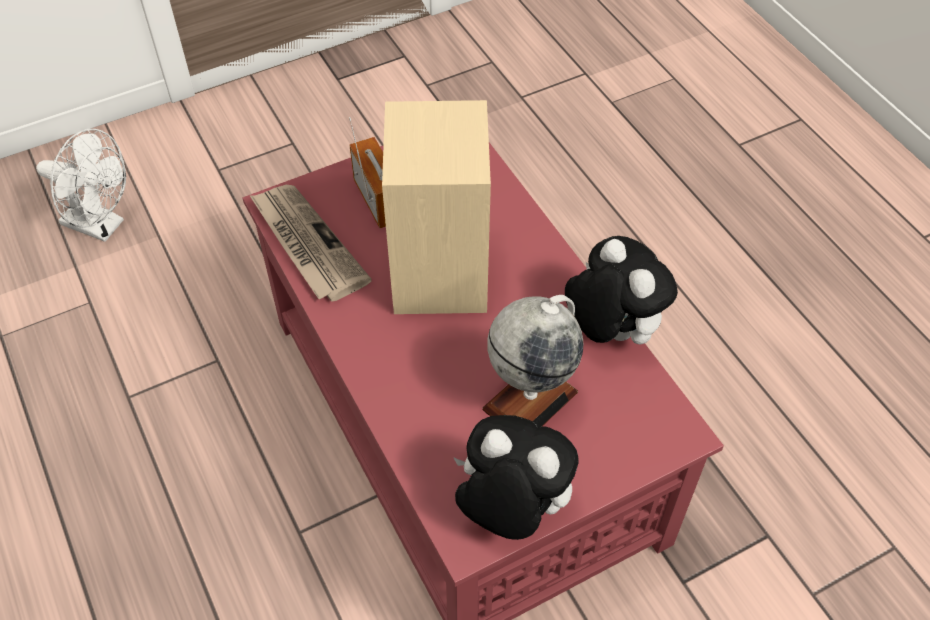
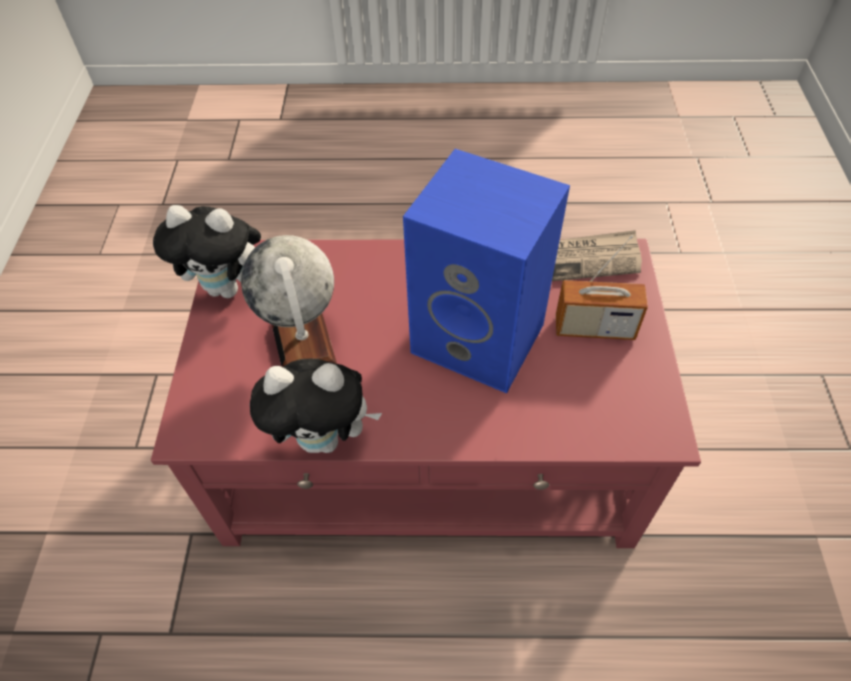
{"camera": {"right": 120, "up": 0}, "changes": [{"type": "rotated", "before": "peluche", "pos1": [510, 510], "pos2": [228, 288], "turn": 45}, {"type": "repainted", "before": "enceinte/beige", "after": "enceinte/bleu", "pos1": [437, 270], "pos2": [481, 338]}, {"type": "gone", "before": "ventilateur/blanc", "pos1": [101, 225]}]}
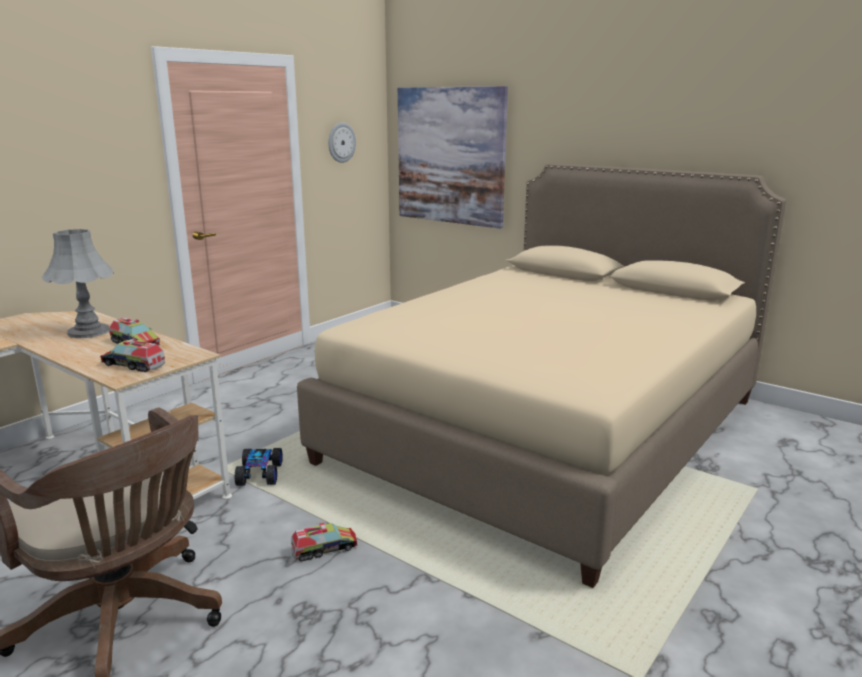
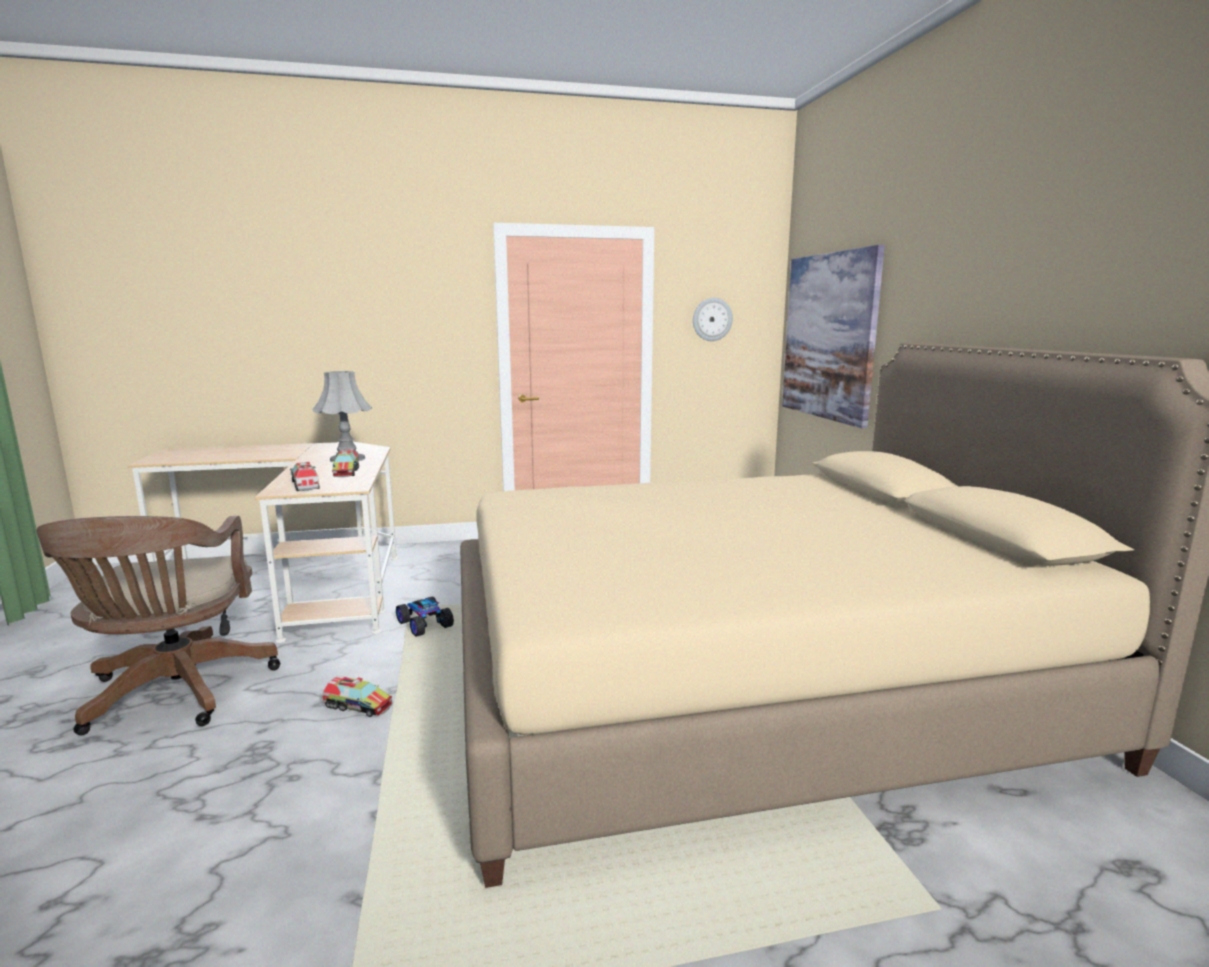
{"camera": {"right": 40, "up": -5}, "changes": [{"type": "rotated", "before": "petite voiture", "pos1": [261, 474], "pos2": [425, 624], "turn": -75}]}
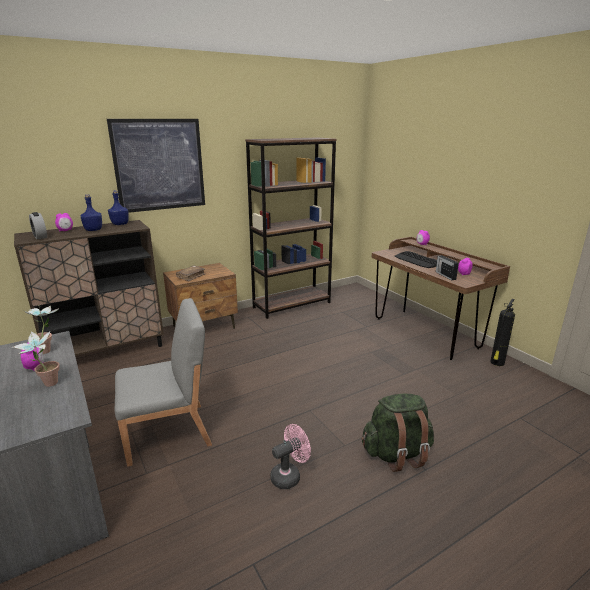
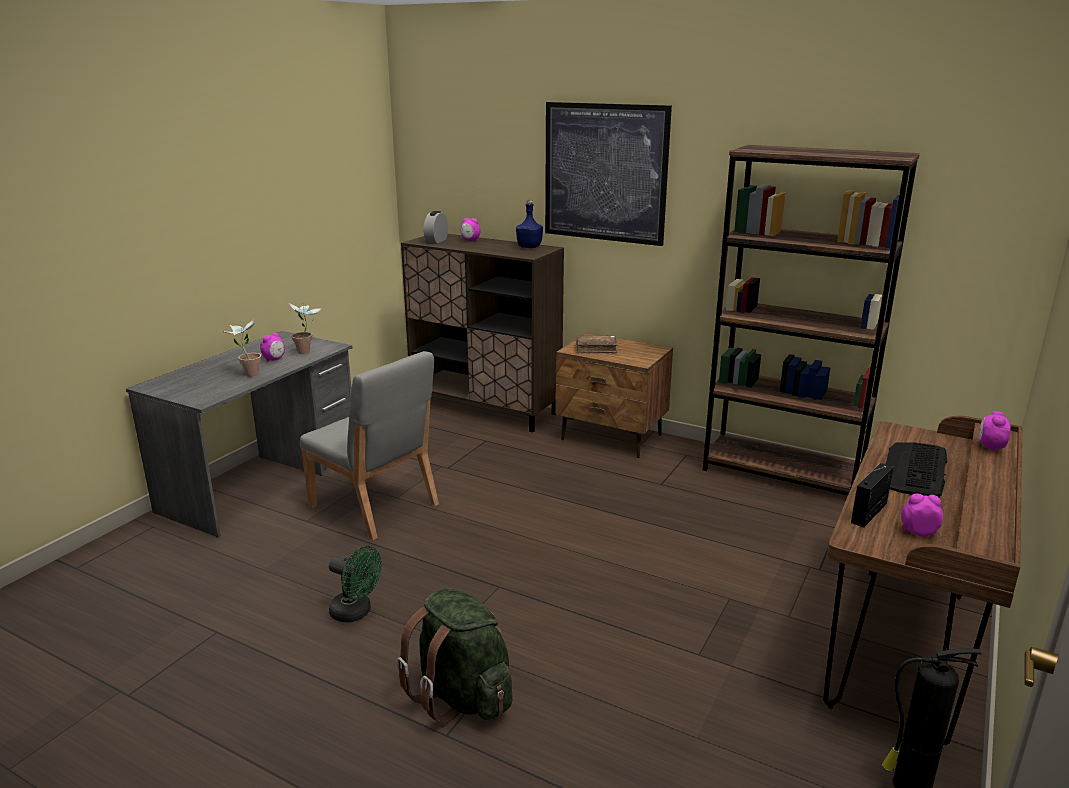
{"camera": {"right": 60, "up": 0}, "changes": [{"type": "repainted", "before": "ventilateur/rose", "after": "ventilateur/vert", "pos1": [289, 475], "pos2": [356, 612]}, {"type": "gone", "before": "bouteille/bleu", "pos1": [94, 230]}]}
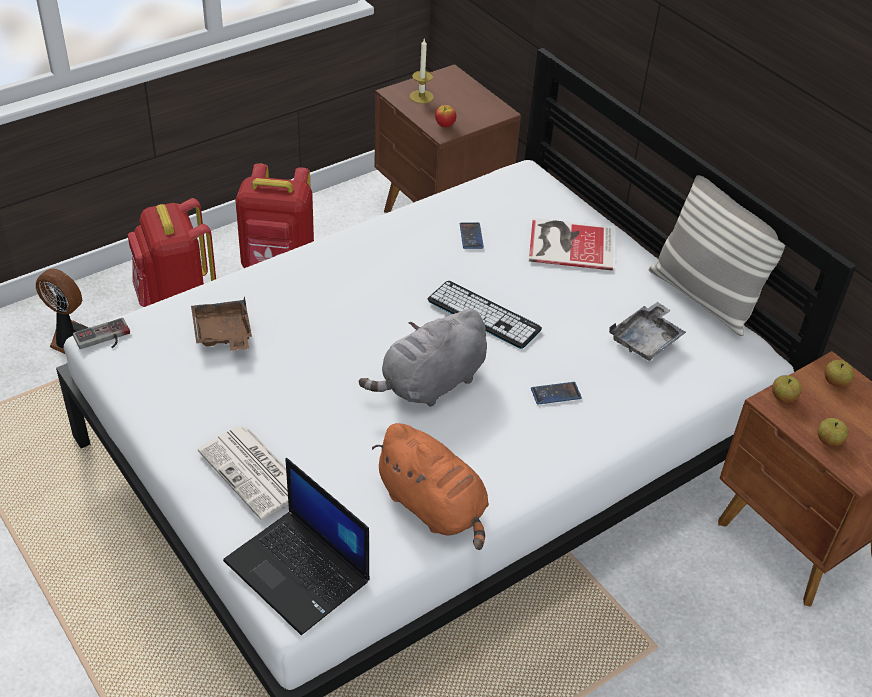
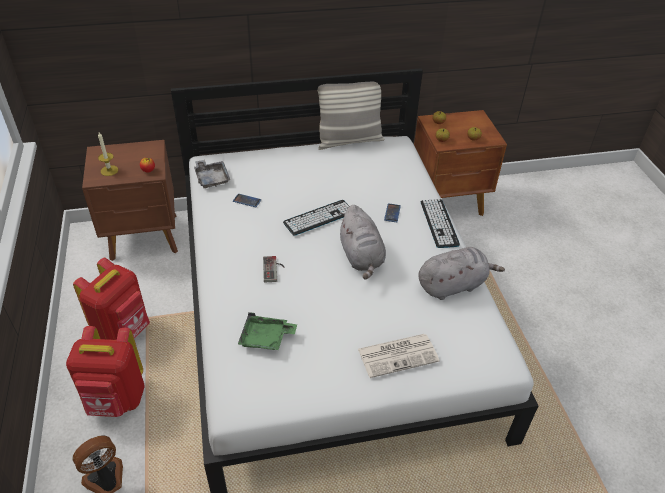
{"camera": {"right": -65, "up": 0}, "changes": [{"type": "shifted", "before": "plateau/gris", "pos1": [646, 340], "pos2": [212, 178]}, {"type": "repainted", "before": "plateau/marron", "after": "plateau/vert", "pos1": [223, 334], "pos2": [266, 338]}, {"type": "shifted", "before": "manette", "pos1": [104, 339], "pos2": [274, 269]}, {"type": "repainted", "before": "peluche/orange", "after": "peluche/gris", "pos1": [434, 507], "pos2": [453, 285]}, {"type": "new", "after": "clavier", "pos2": [439, 223]}, {"type": "gone", "before": "ordinateur portable", "pos1": [299, 572]}, {"type": "gone", "before": "livre", "pos1": [569, 243]}]}
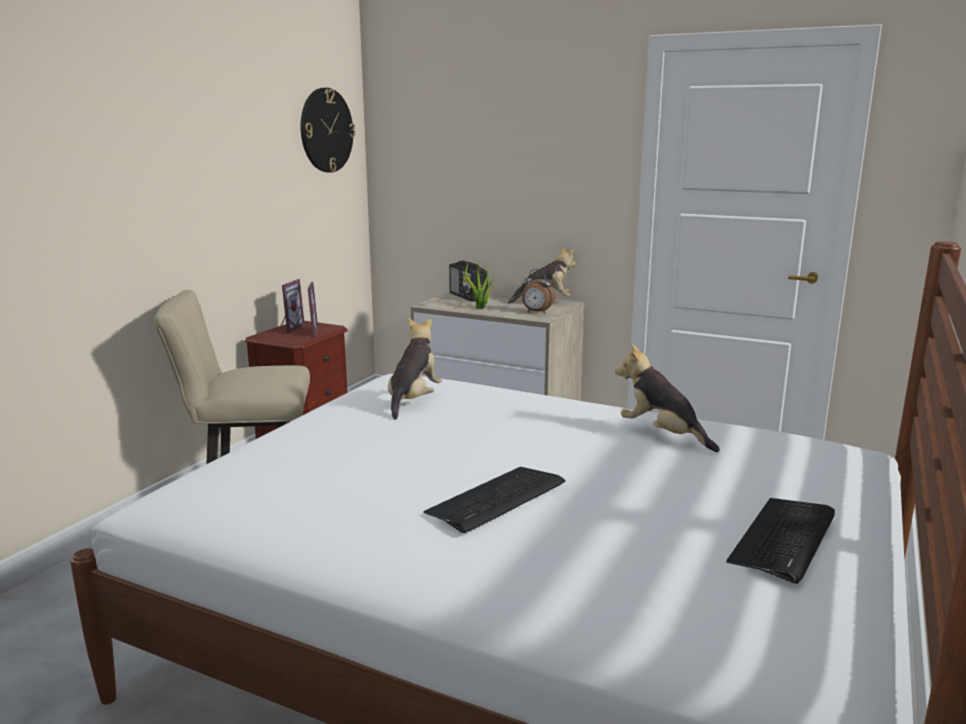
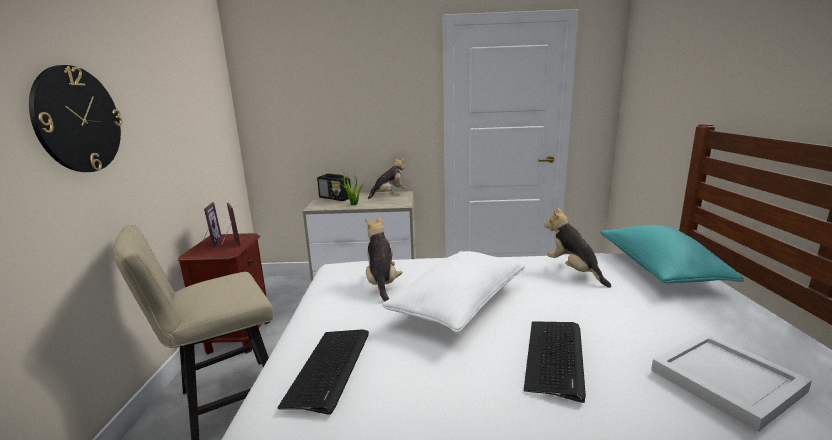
{"camera": {"right": -25, "up": 0}, "changes": [{"type": "shifted", "before": "horloge murale", "pos1": [326, 130], "pos2": [78, 120]}, {"type": "shifted", "before": "clavier", "pos1": [784, 539], "pos2": [330, 368]}, {"type": "new", "after": "coussin/blanc", "pos2": [459, 304]}, {"type": "rotated", "before": "peluche", "pos1": [662, 435], "pos2": [574, 271], "turn": 45}, {"type": "new", "after": "coussin/turquoise", "pos2": [658, 270]}, {"type": "new", "after": "plateau/blanc", "pos2": [725, 379]}, {"type": "gone", "before": "réveil", "pos1": [536, 312]}]}
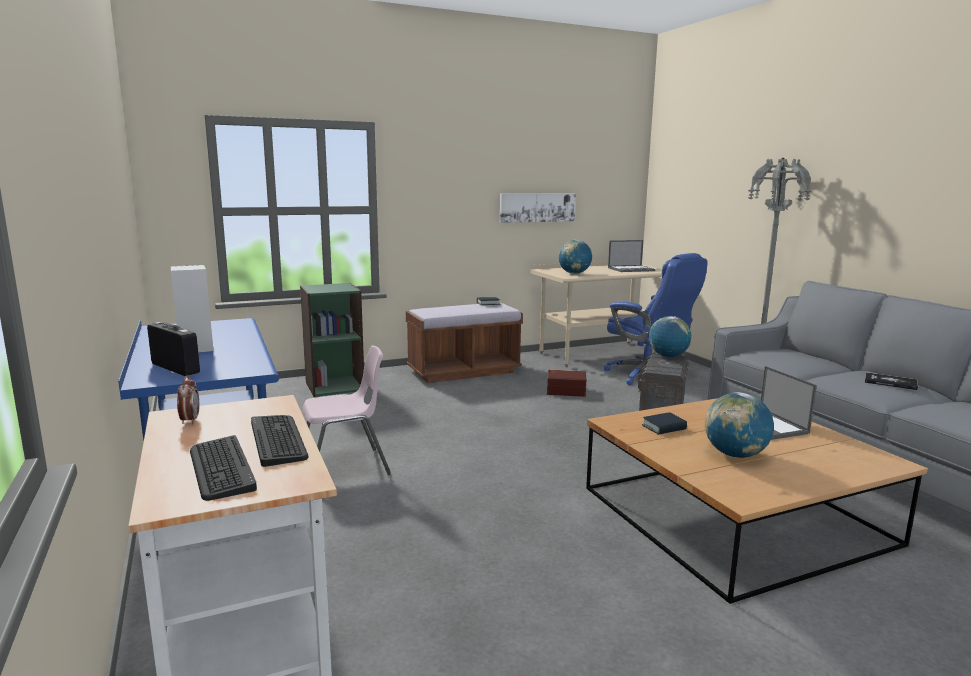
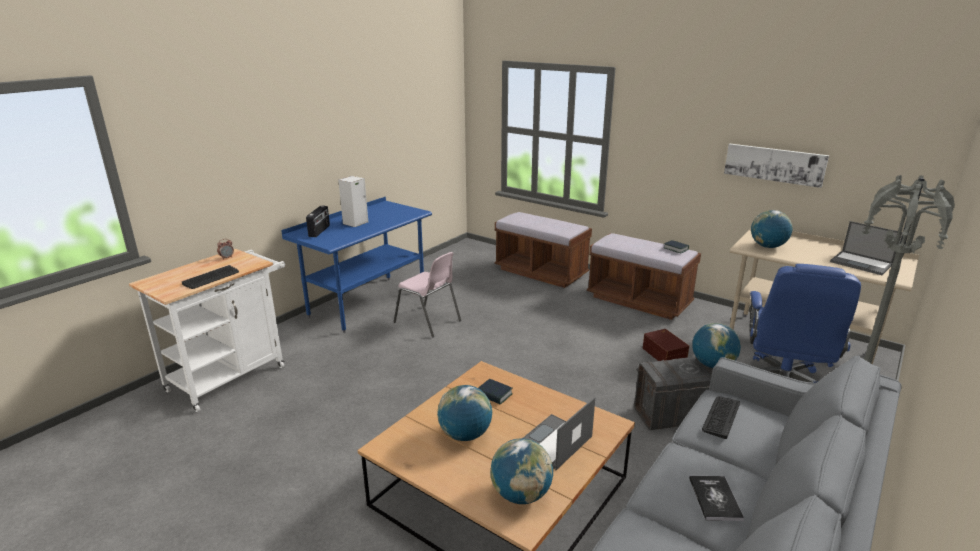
{"camera": {"right": 60, "up": 10}, "changes": [{"type": "new", "after": "globe", "pos2": [521, 495]}, {"type": "swapped", "before": "bibliothèque/vert", "after": "banc/marron", "pos1": [334, 386], "pos2": [540, 272]}, {"type": "shifted", "before": "clavier", "pos1": [221, 468], "pos2": [721, 417]}]}
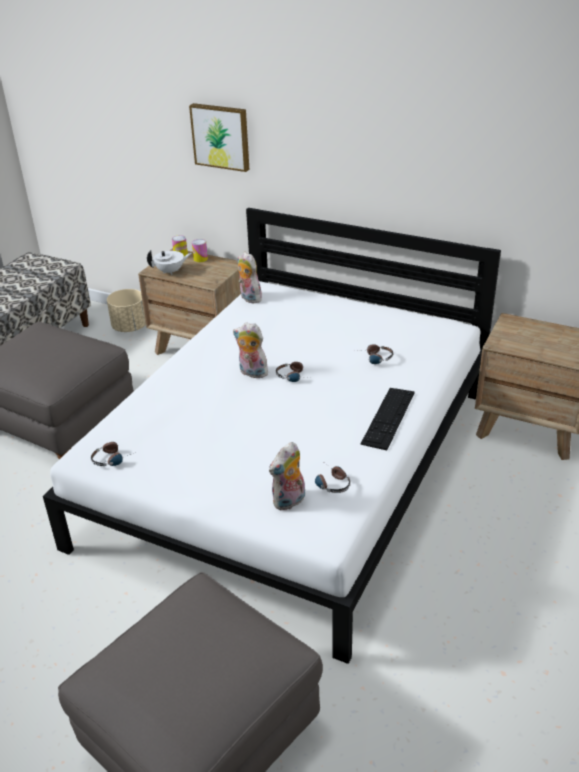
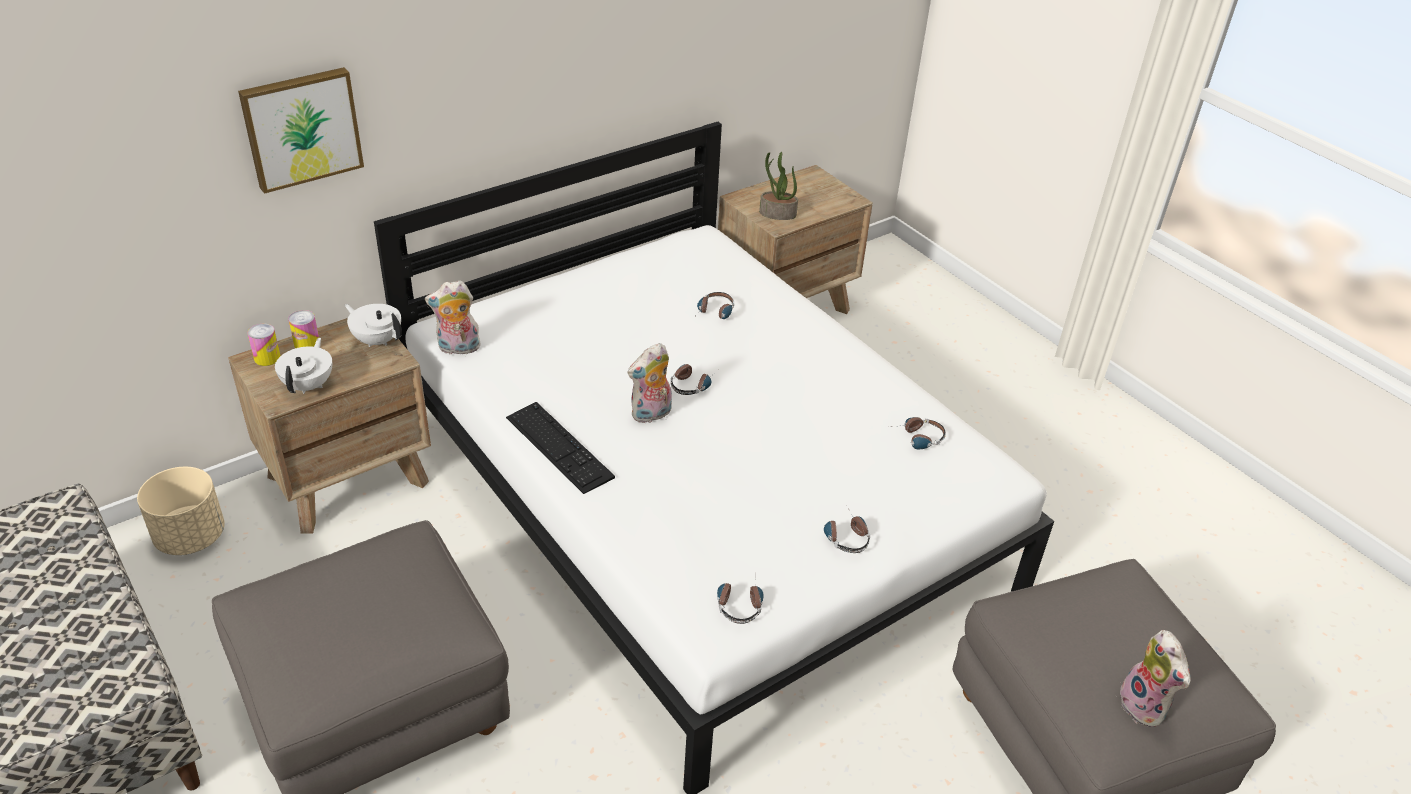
{"camera": {"right": -65, "up": 5}, "changes": [{"type": "new", "after": "théière/blanc", "pos2": [377, 340]}, {"type": "shifted", "before": "clavier", "pos1": [388, 417], "pos2": [559, 447]}, {"type": "new", "after": "plante en pot", "pos2": [777, 214]}, {"type": "new", "after": "casque audio", "pos2": [844, 535]}, {"type": "shifted", "before": "peluche", "pos1": [289, 502], "pos2": [1145, 706]}]}
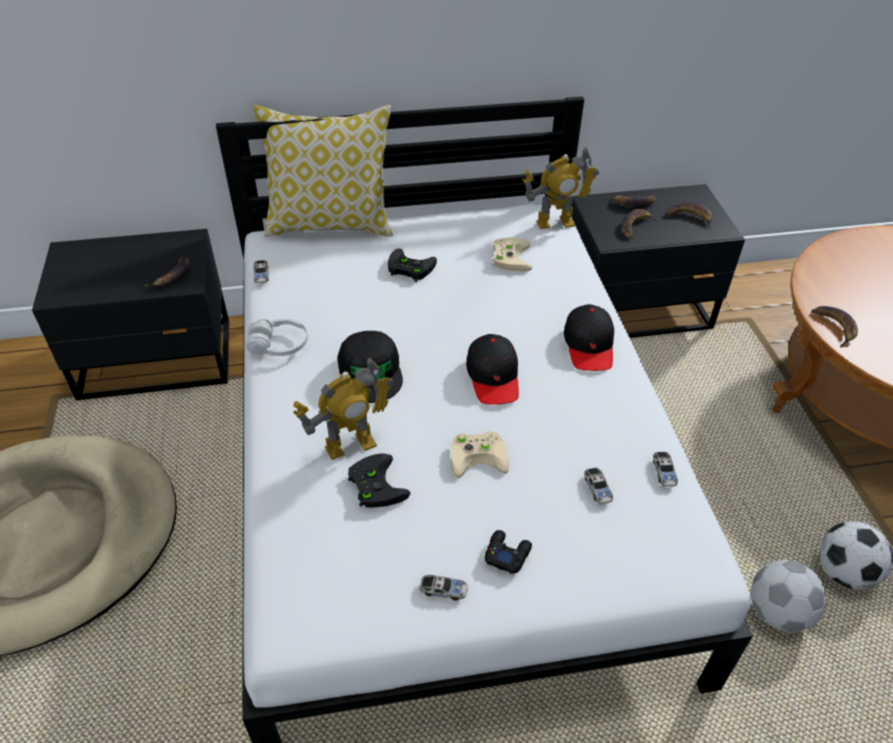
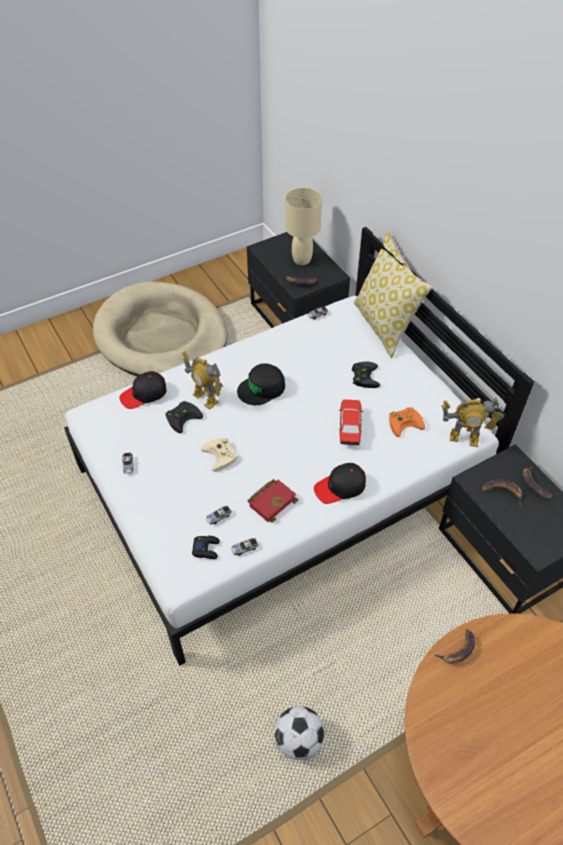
{"camera": {"right": 70, "up": 5}, "changes": [{"type": "shifted", "before": "casquette/noir", "pos1": [493, 377], "pos2": [144, 394]}, {"type": "shifted", "before": "manette/noir", "pos1": [507, 554], "pos2": [206, 549]}, {"type": "new", "after": "livre/rouge", "pos2": [272, 501]}, {"type": "new", "after": "lampe de table/beige", "pos2": [301, 259]}, {"type": "new", "after": "petite voiture", "pos2": [350, 426]}, {"type": "repainted", "before": "manette/beige", "after": "manette/orange", "pos1": [509, 256], "pos2": [405, 422]}, {"type": "rotated", "before": "robot jouet", "pos1": [555, 223], "pos2": [464, 439], "turn": -45}, {"type": "gone", "before": "casque audio/blanc", "pos1": [279, 346]}, {"type": "gone", "before": "banane", "pos1": [689, 218]}, {"type": "gone", "before": "ballon de foot", "pos1": [778, 612]}]}
